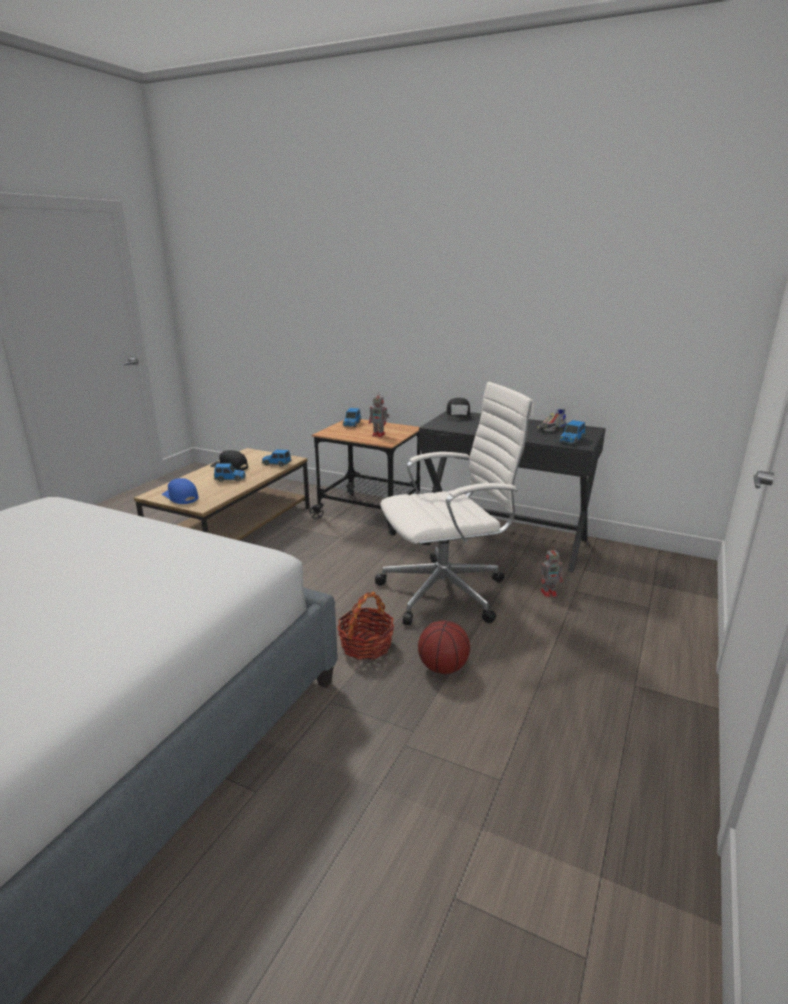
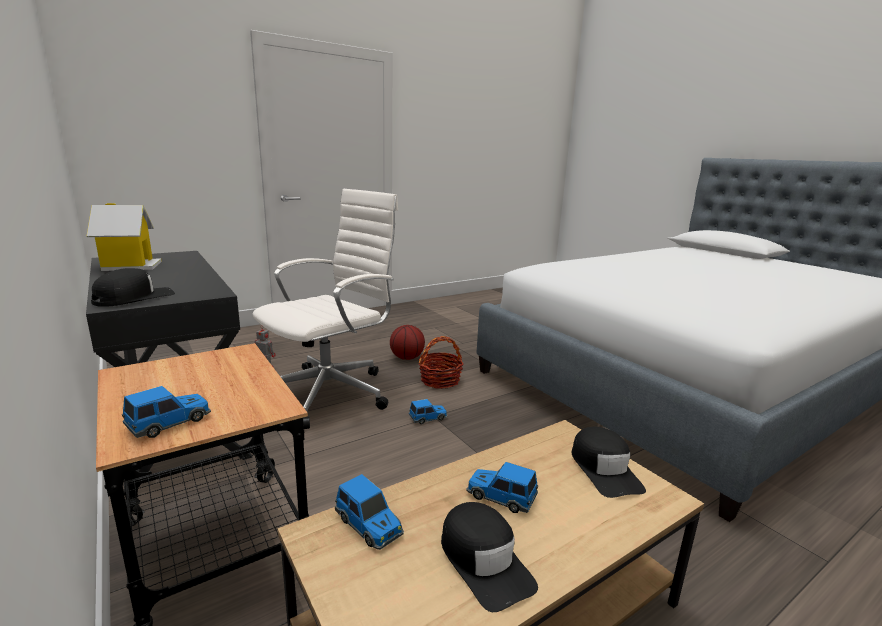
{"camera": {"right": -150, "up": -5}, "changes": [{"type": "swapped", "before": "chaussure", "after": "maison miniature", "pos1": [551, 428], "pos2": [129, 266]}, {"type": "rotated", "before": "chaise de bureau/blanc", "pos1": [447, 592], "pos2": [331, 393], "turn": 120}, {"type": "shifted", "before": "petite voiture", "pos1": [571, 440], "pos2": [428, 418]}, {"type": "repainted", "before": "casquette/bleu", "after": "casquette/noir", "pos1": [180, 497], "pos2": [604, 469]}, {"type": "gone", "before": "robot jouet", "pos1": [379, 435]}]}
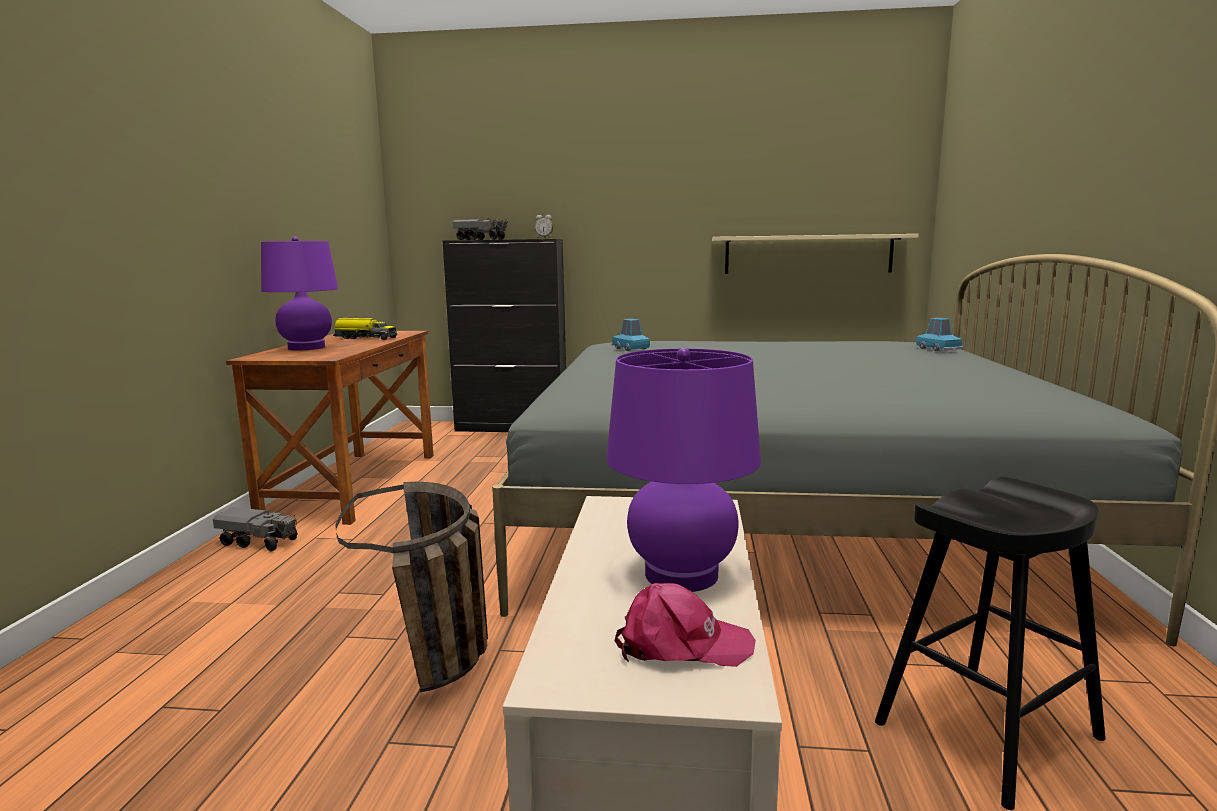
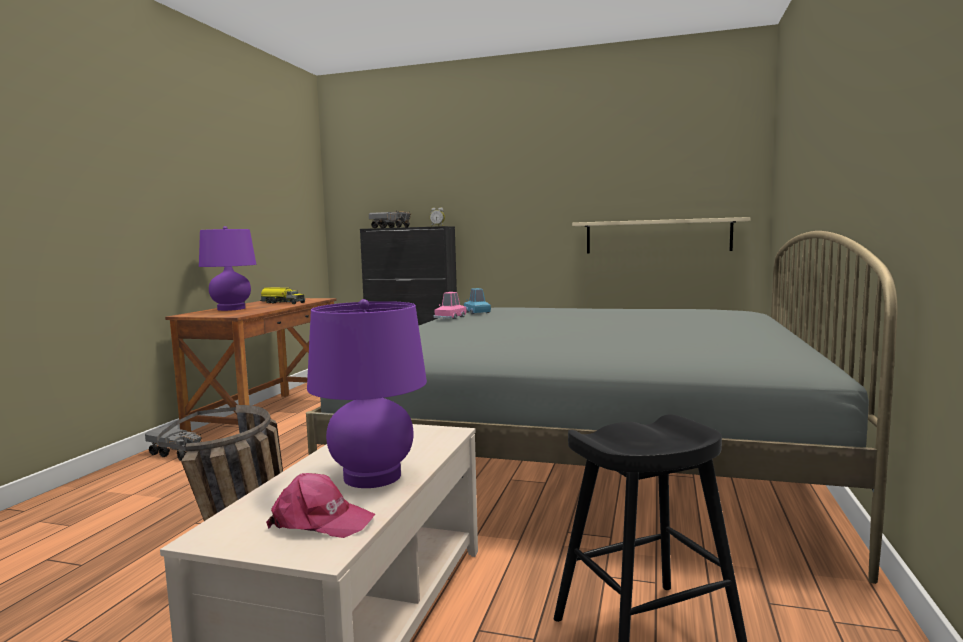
{"camera": {"right": 10, "up": -5}, "changes": [{"type": "new", "after": "petite voiture/rose", "pos2": [450, 317]}, {"type": "gone", "before": "petite voiture/bleu", "pos1": [938, 349]}]}
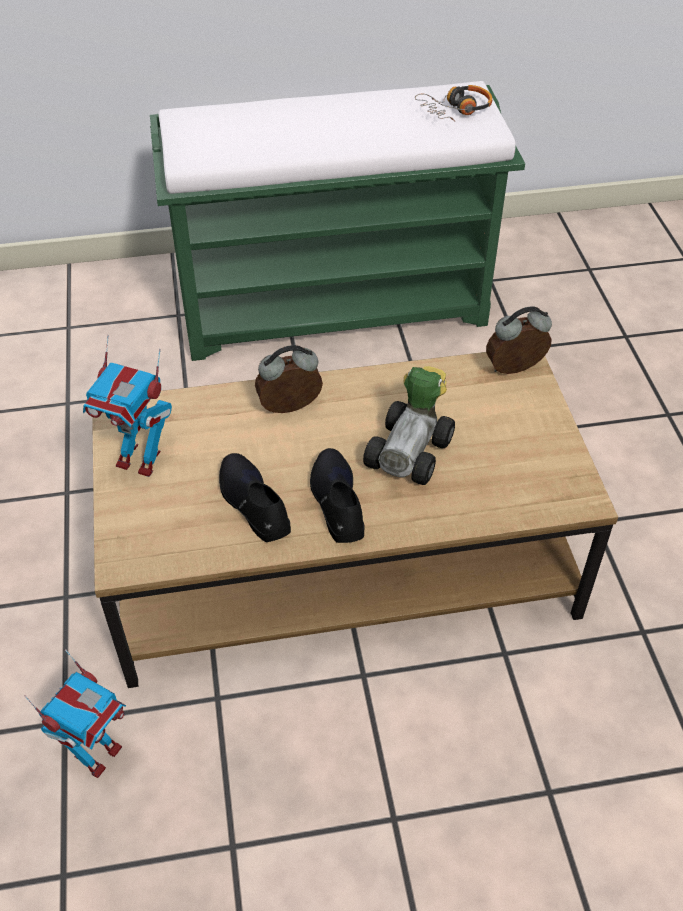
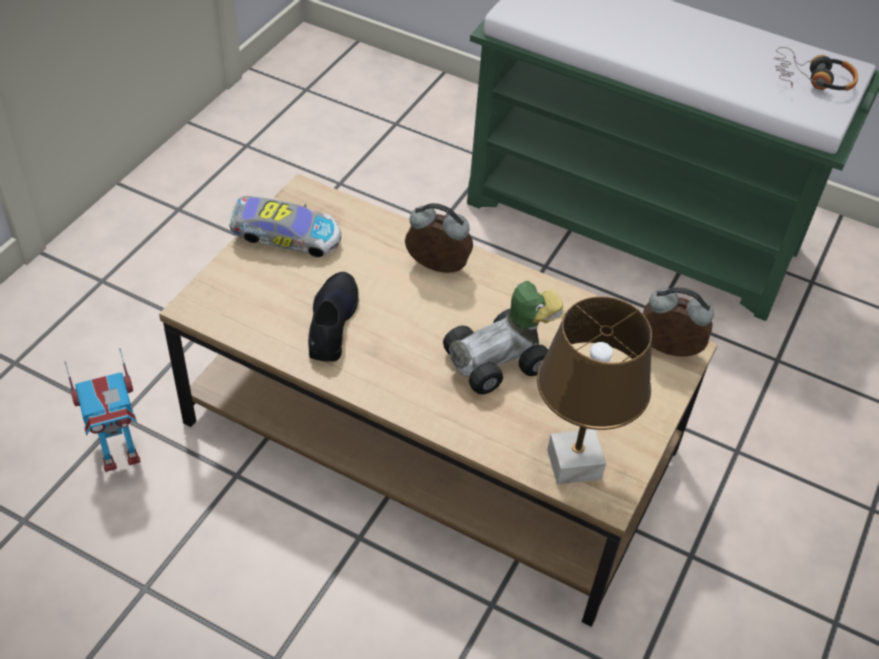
{"camera": {"right": 35, "up": 0}, "changes": [{"type": "swapped", "before": "robot jouet", "after": "petite voiture", "pos1": [140, 460], "pos2": [284, 239]}, {"type": "new", "after": "lampe de table/marron", "pos2": [574, 463]}, {"type": "gone", "before": "chaussure/noir", "pos1": [337, 501]}]}
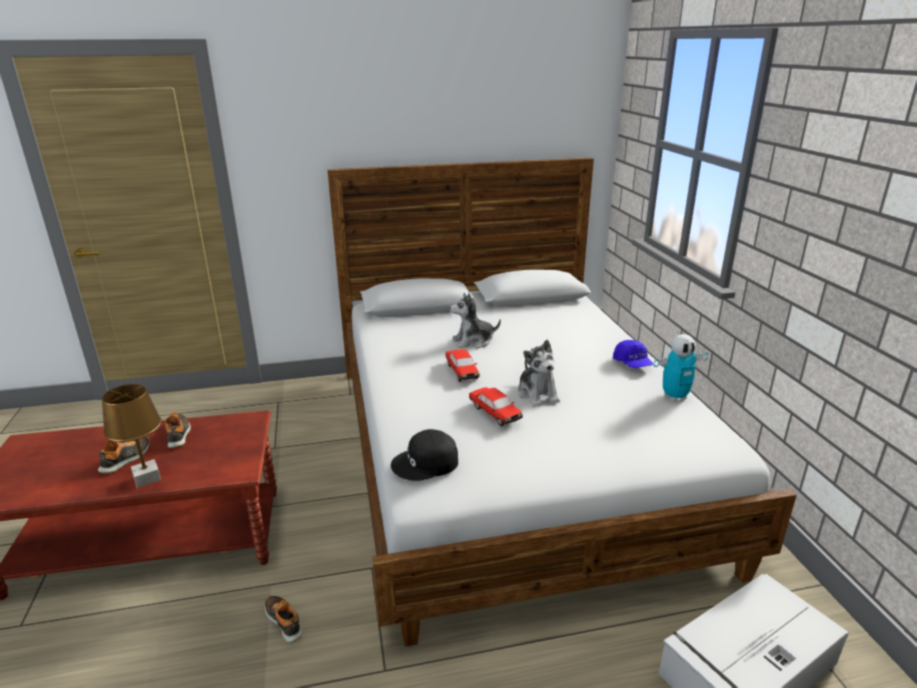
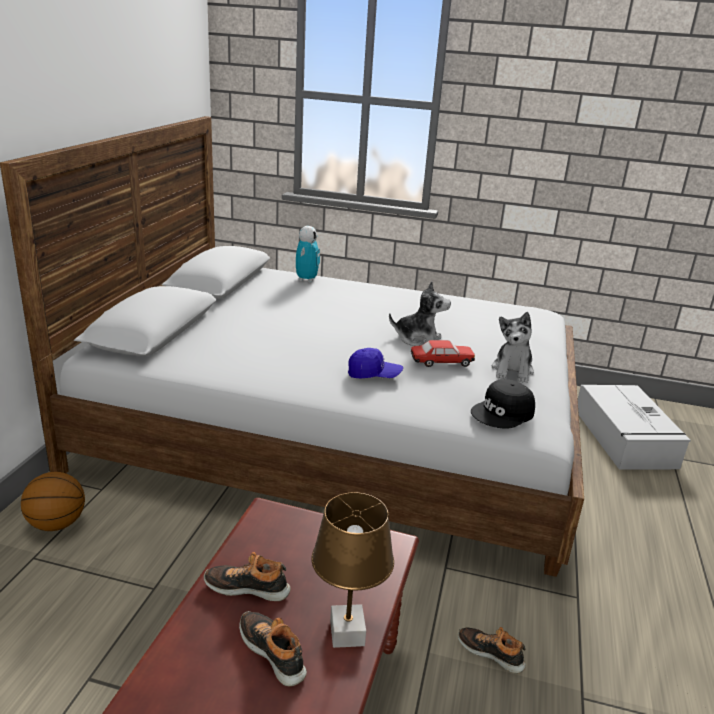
{"camera": {"right": -65, "up": 0}, "changes": [{"type": "new", "after": "ballon de basket", "pos2": [56, 524]}, {"type": "shifted", "before": "robot jouet", "pos1": [675, 397], "pos2": [306, 279]}, {"type": "shifted", "before": "casquette/bleu", "pos1": [632, 364], "pos2": [374, 375]}, {"type": "rotated", "before": "chaussure", "pos1": [284, 621], "pos2": [490, 652], "turn": 45}, {"type": "rotated", "before": "casquette/noir", "pos1": [426, 463], "pos2": [503, 413], "turn": 45}, {"type": "shifted", "before": "peluche", "pos1": [473, 341], "pos2": [512, 370]}, {"type": "gone", "before": "petite voiture", "pos1": [461, 371]}]}
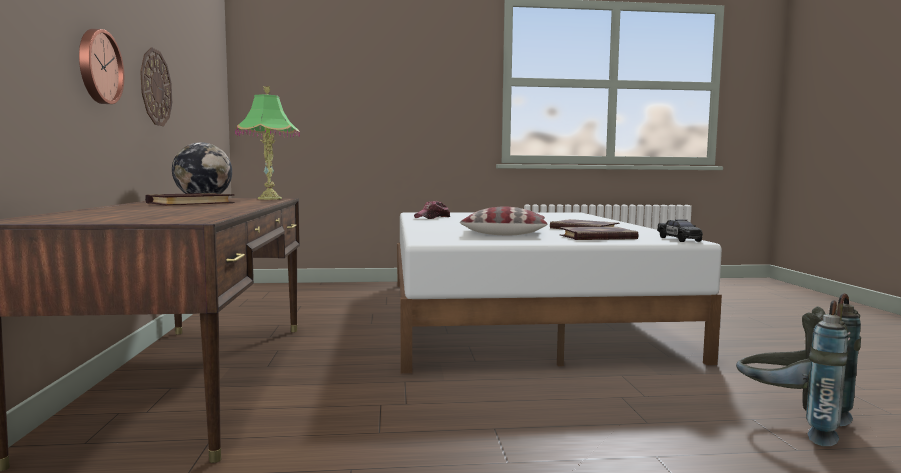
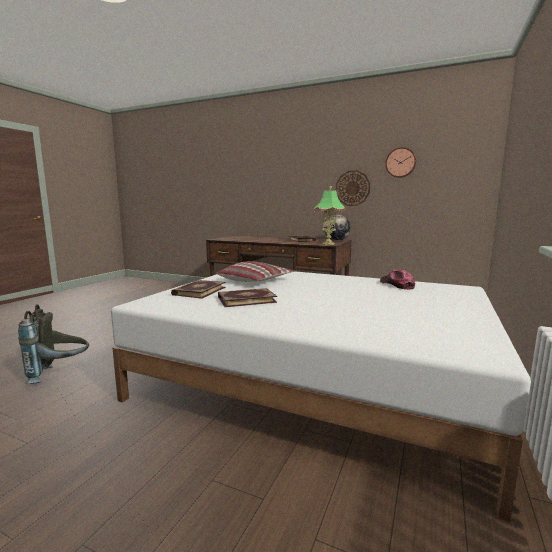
{"camera": {"right": 120, "up": 5}, "changes": [{"type": "shifted", "before": "horloge murale", "pos1": [98, 67], "pos2": [400, 162]}, {"type": "gone", "before": "petite voiture/noir", "pos1": [679, 239]}]}
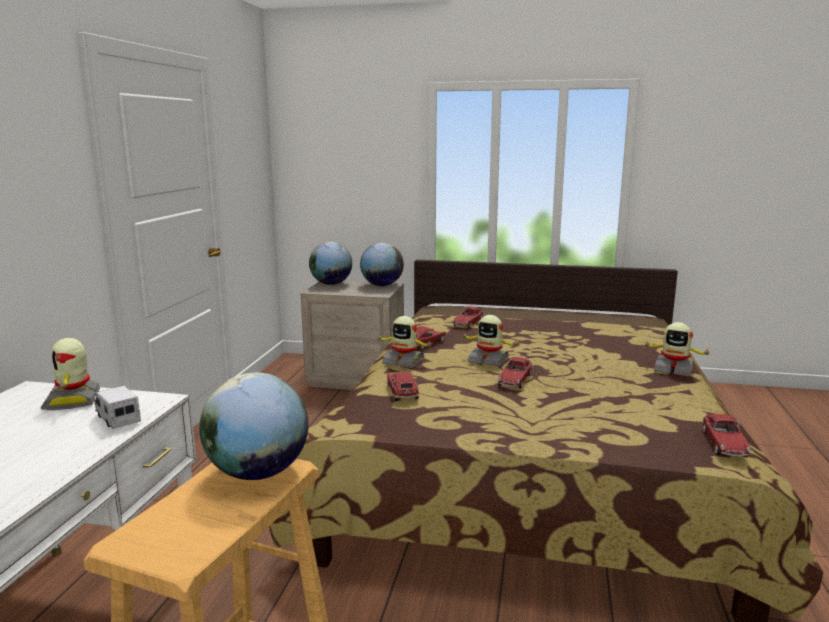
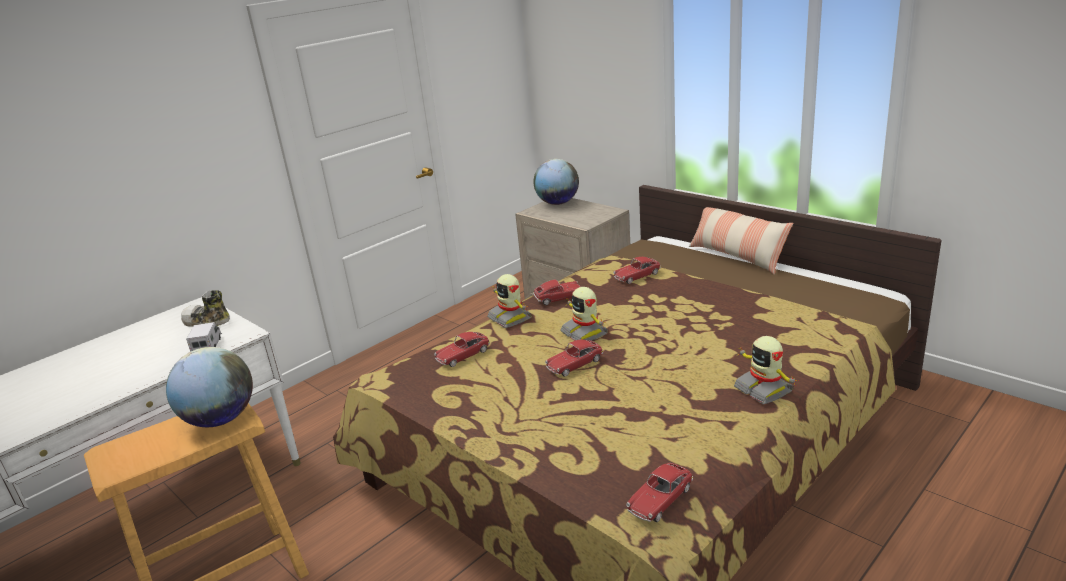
{"camera": {"right": 35, "up": 10}, "changes": [{"type": "swapped", "before": "robot jouet", "after": "chaussure", "pos1": [74, 400], "pos2": [206, 322]}, {"type": "rotated", "before": "petite voiture", "pos1": [402, 392], "pos2": [463, 355], "turn": -150}, {"type": "new", "after": "coussin", "pos2": [737, 256]}, {"type": "gone", "before": "globe", "pos1": [382, 285]}]}
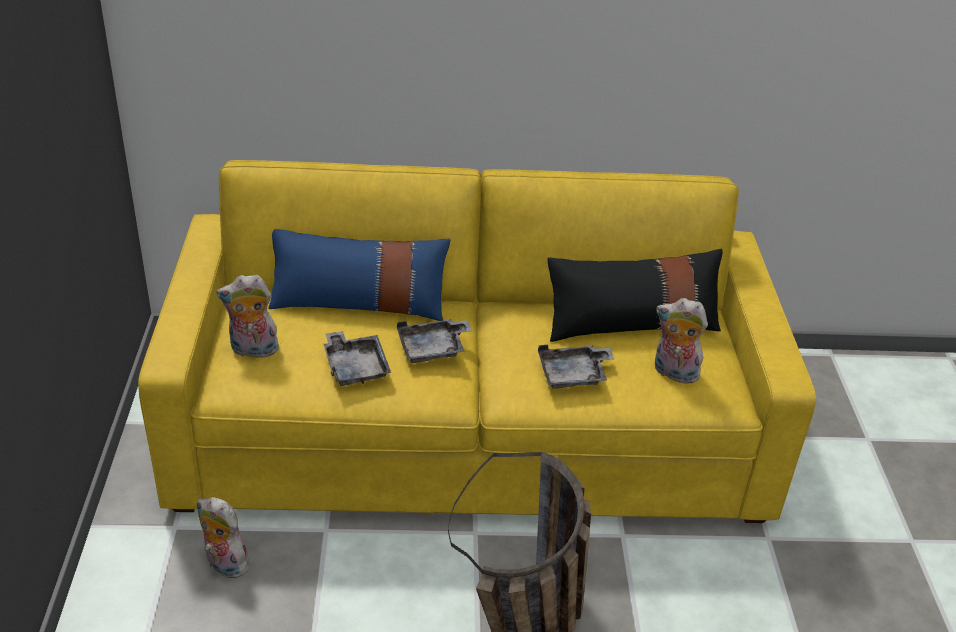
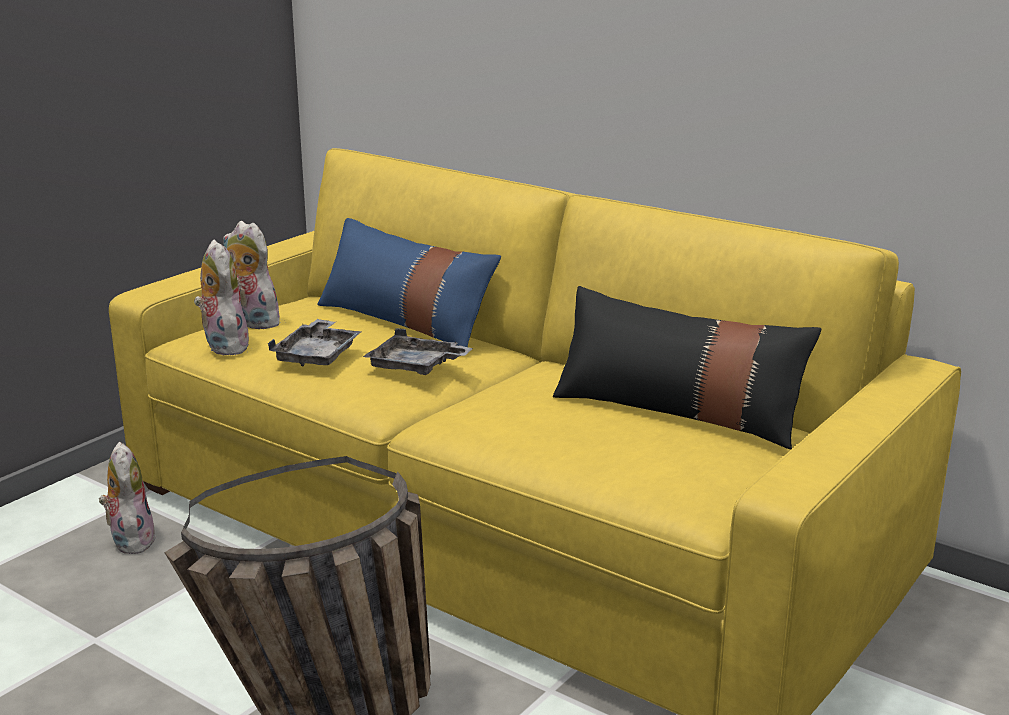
{"camera": {"right": 40, "up": -15}, "changes": [{"type": "shifted", "before": "peluche", "pos1": [673, 373], "pos2": [223, 346]}, {"type": "gone", "before": "plateau/gris", "pos1": [573, 375]}]}
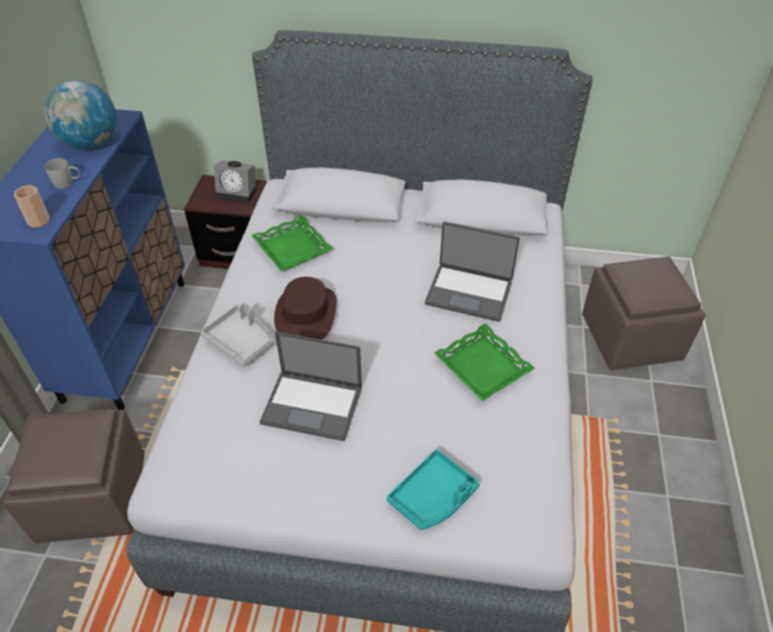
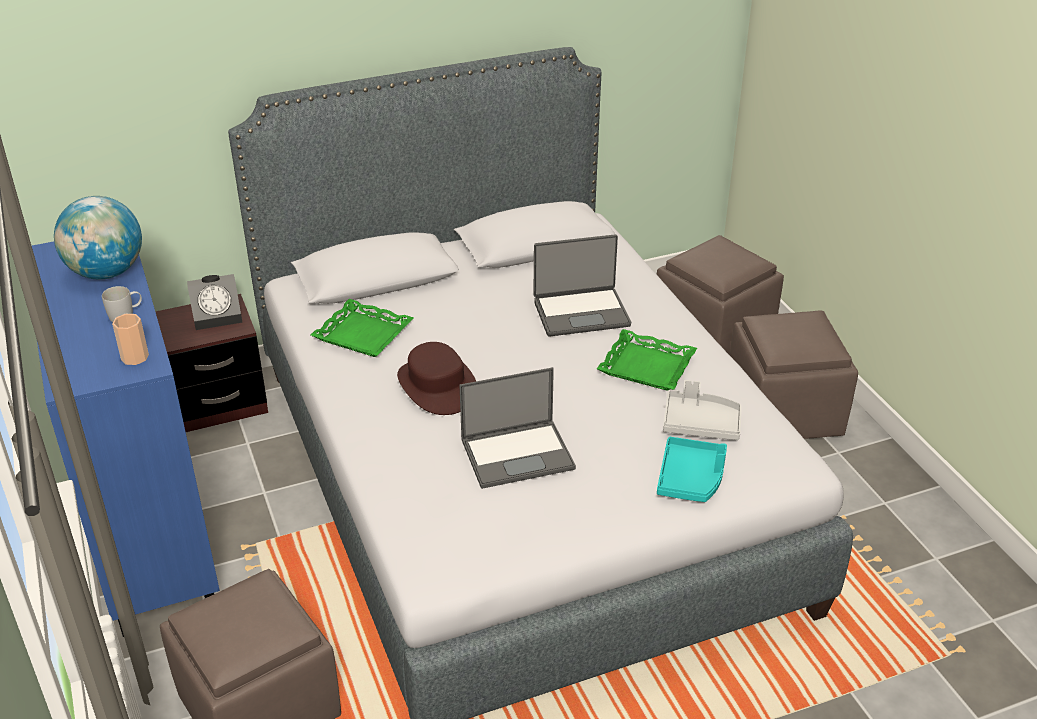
{"camera": {"right": -30, "up": -10}, "changes": [{"type": "shifted", "before": "plateau/gris", "pos1": [241, 341], "pos2": [701, 423]}, {"type": "new", "after": "pouf/marron", "pos2": [784, 411]}]}
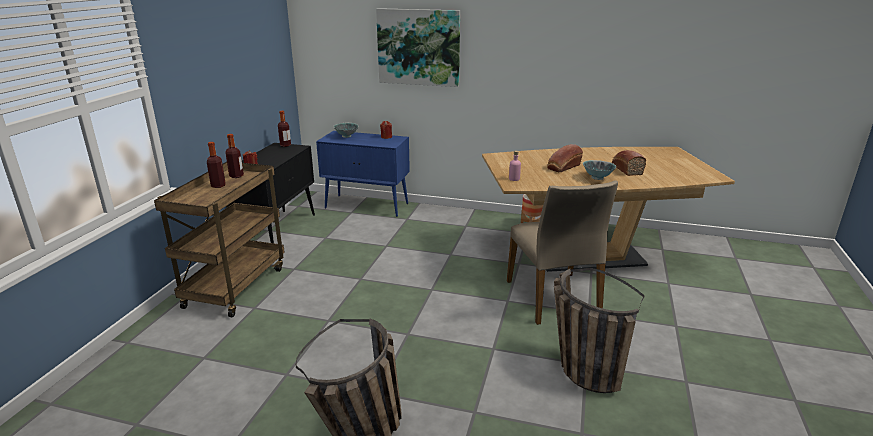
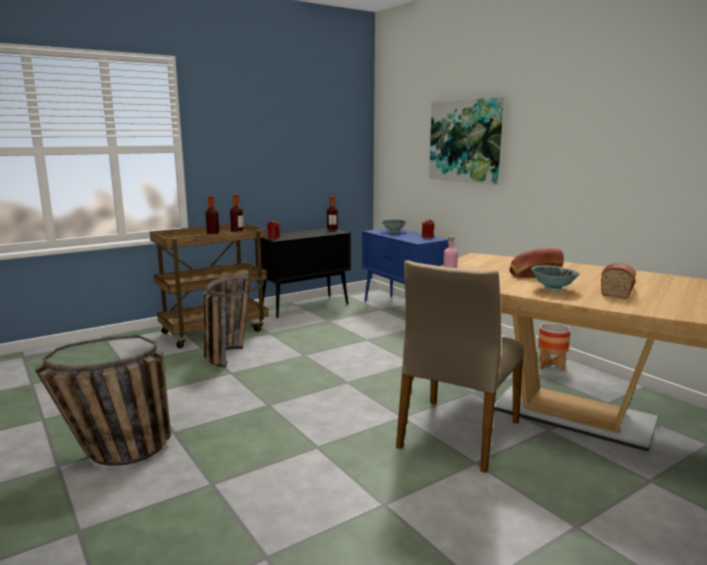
{"camera": {"right": 40, "up": -10}, "changes": [{"type": "shifted", "before": "panier", "pos1": [578, 367], "pos2": [230, 353]}]}
